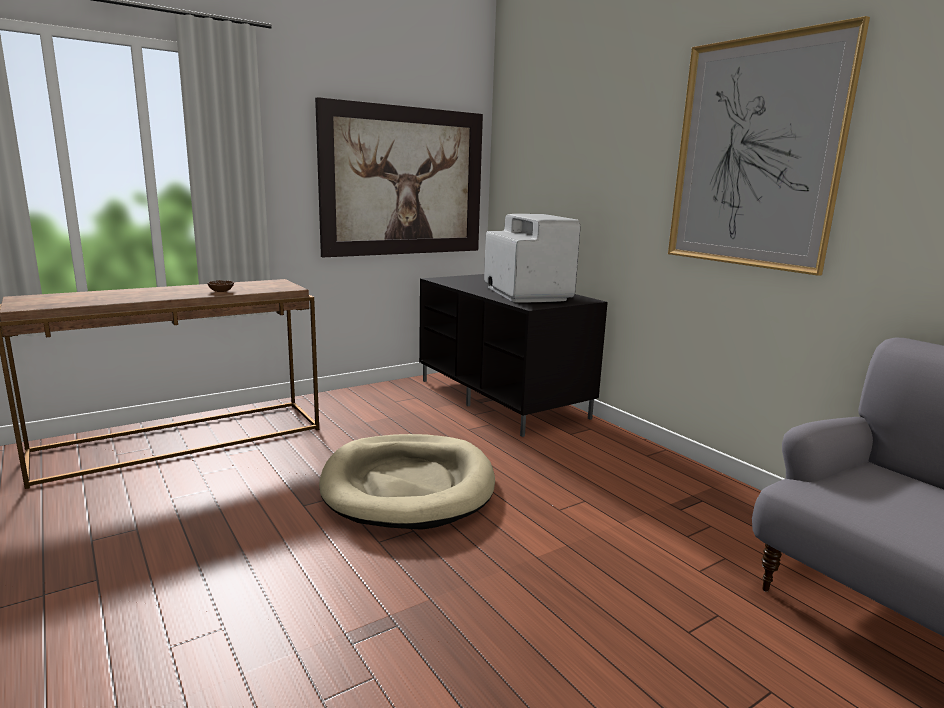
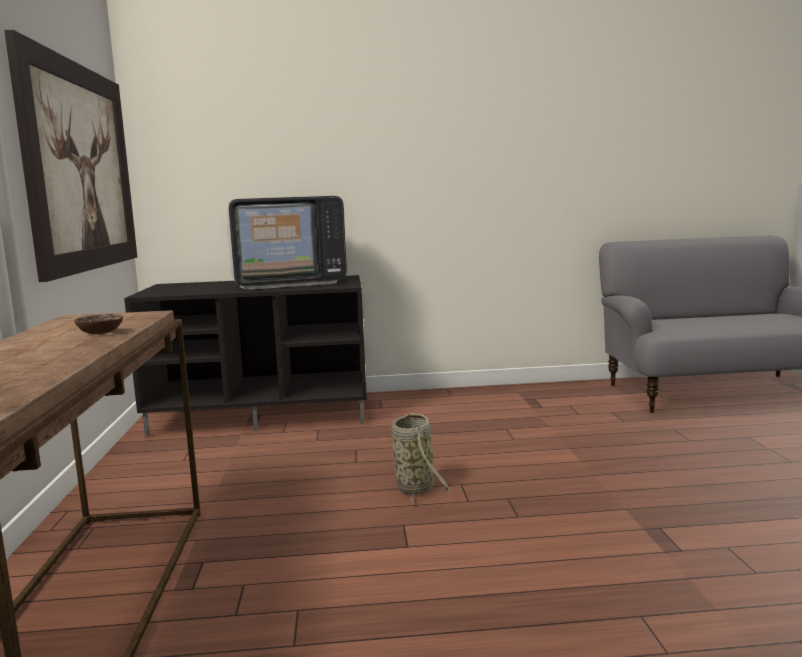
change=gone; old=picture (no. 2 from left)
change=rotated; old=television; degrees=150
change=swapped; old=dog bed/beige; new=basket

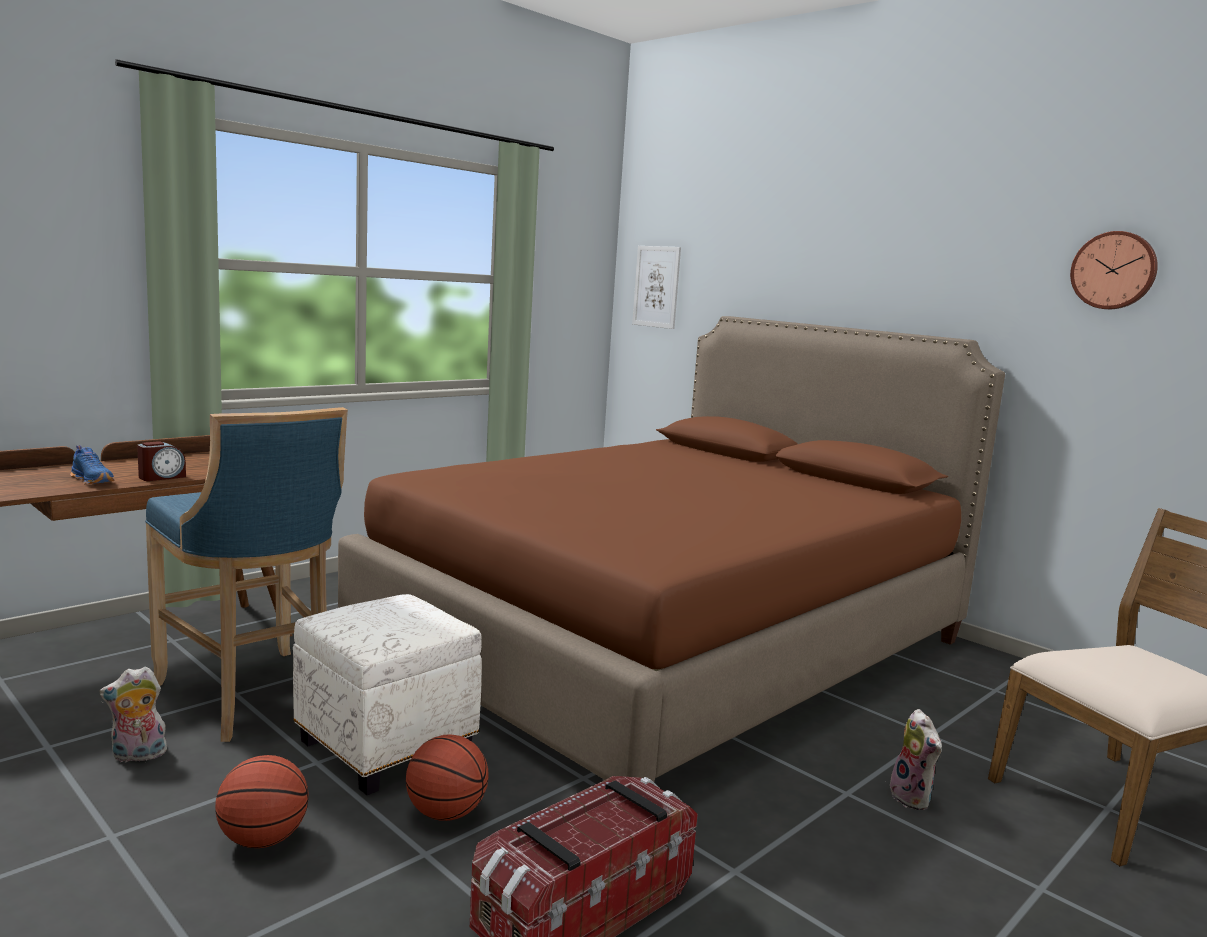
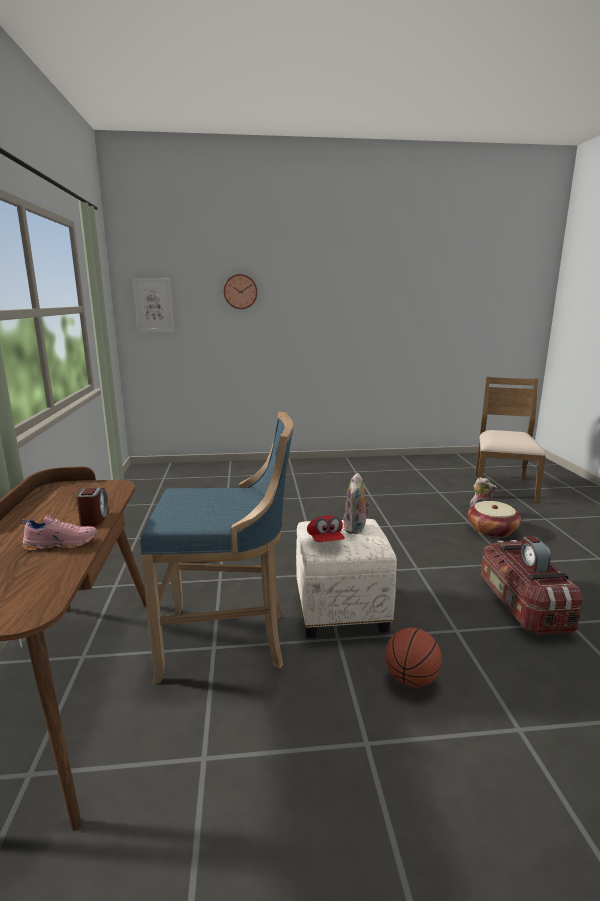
change=shifted; old=wall clock
change=gone; old=bed/brown
change=repainted; old=shoe/blue; new=shoe/pink
change=shifted; old=plush toy (no. 1 from left)
change=gone; old=basketball (no. 2 from left)
change=new; new=basket
change=new; new=cap/red
change=new; new=alarm clock (no. 2 from left)

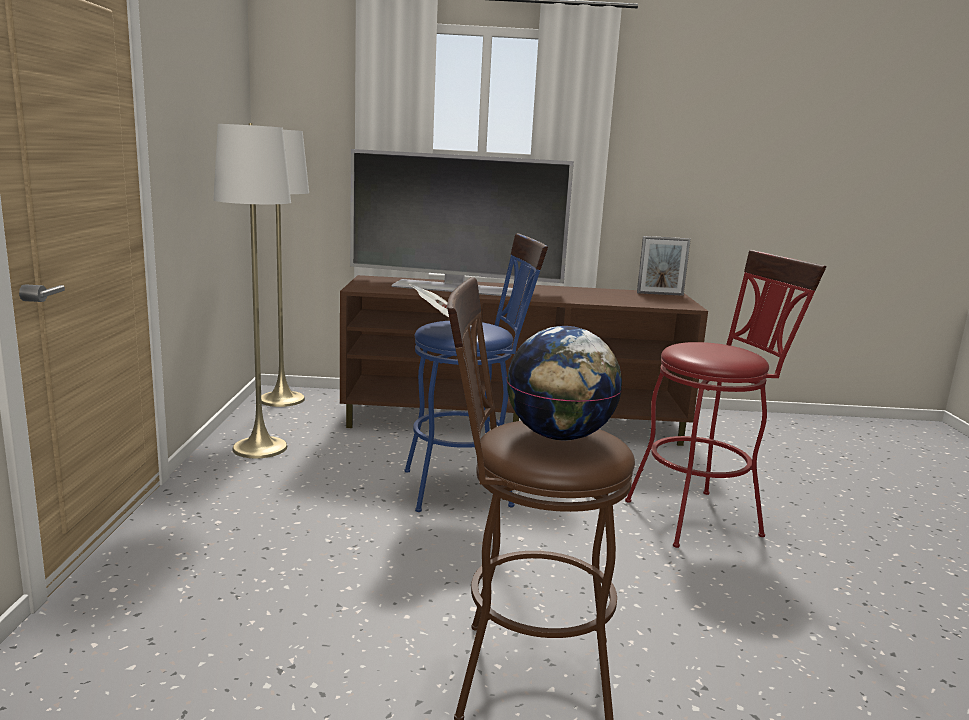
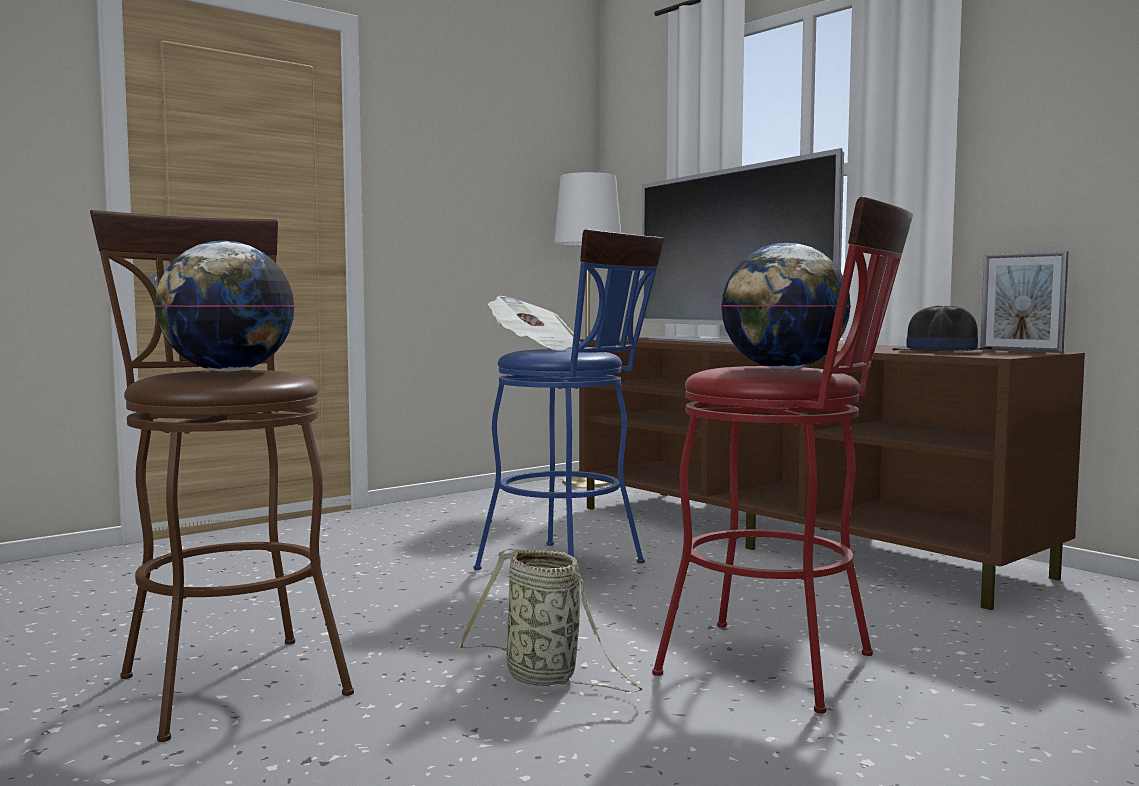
change=gone; old=floor lamp/white (no. 1 from left)
change=new; new=globe (no. 2 from left)
change=new; new=hat/black
change=new; new=basket

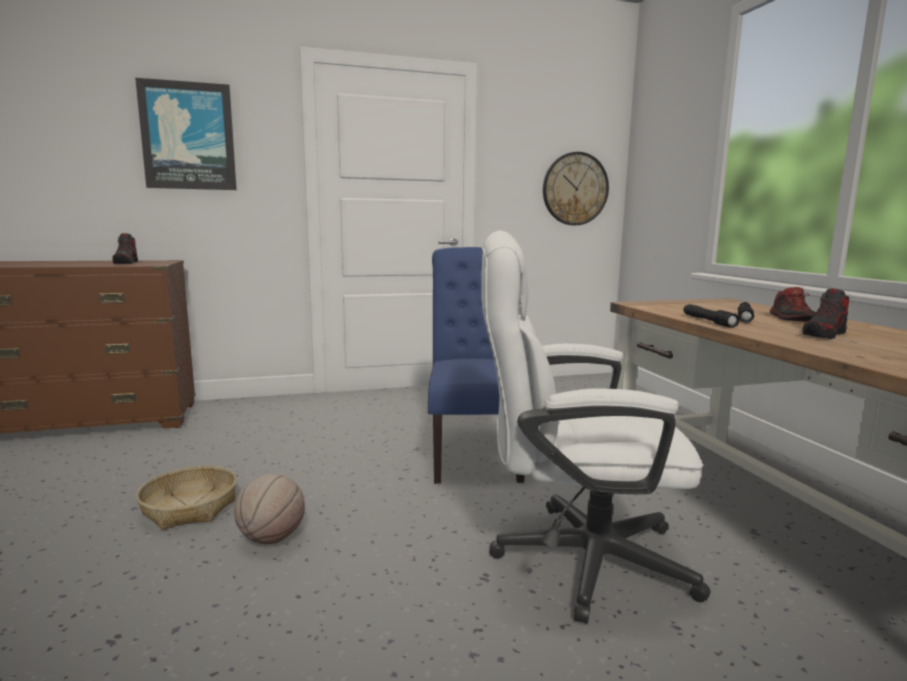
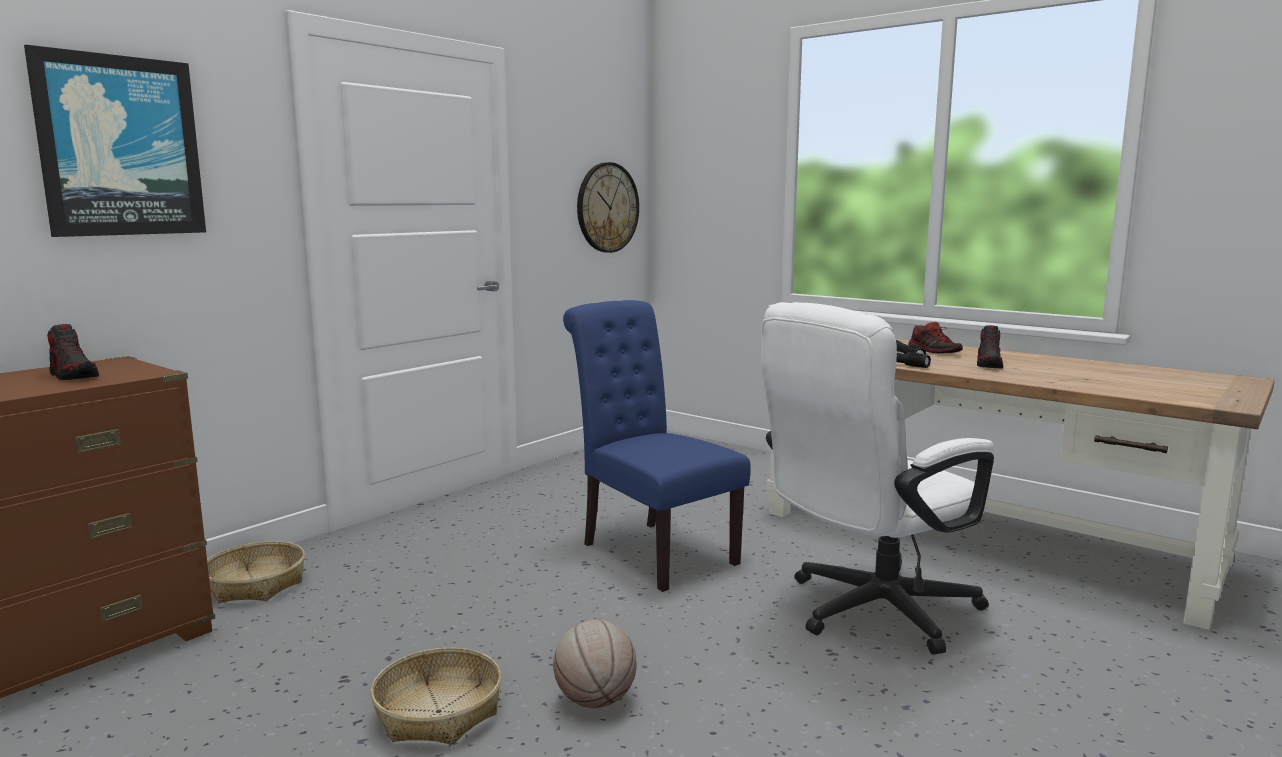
change=new; new=basket (no. 1 from left)

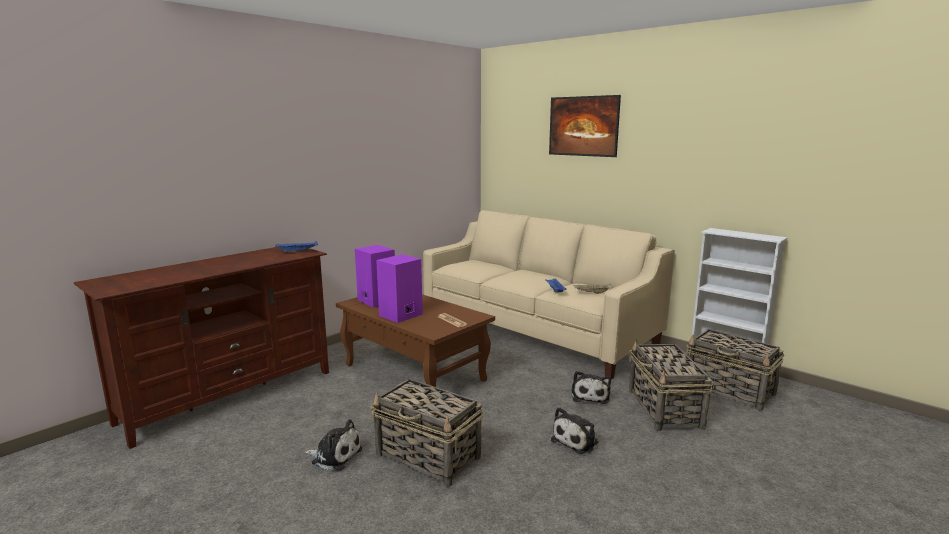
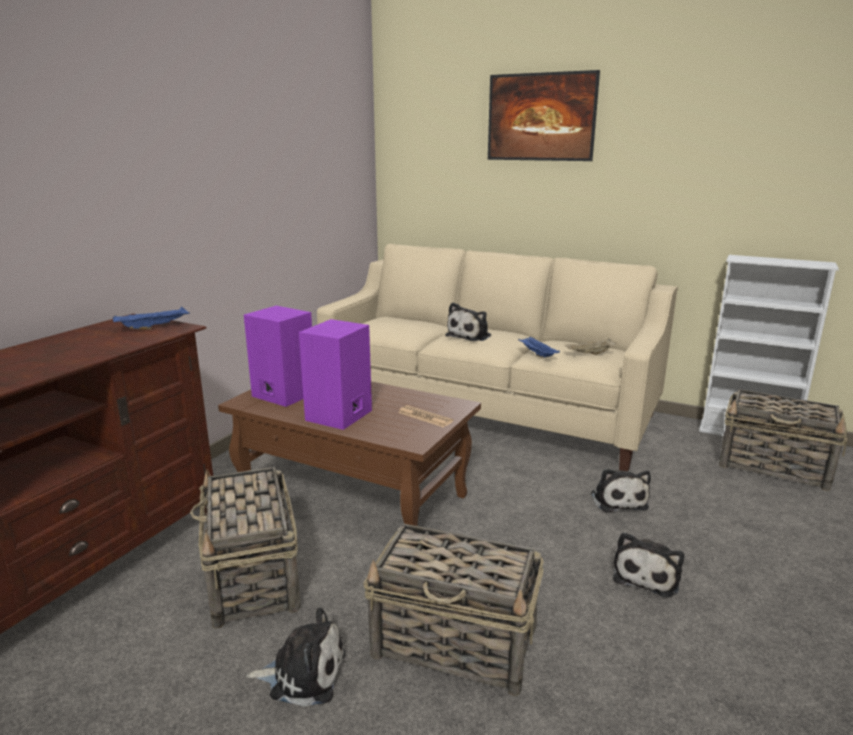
change=shifted; old=basket (no. 2 from left in the first image); new=basket (no. 1 from left)
change=new; new=plush toy (no. 2 from left)

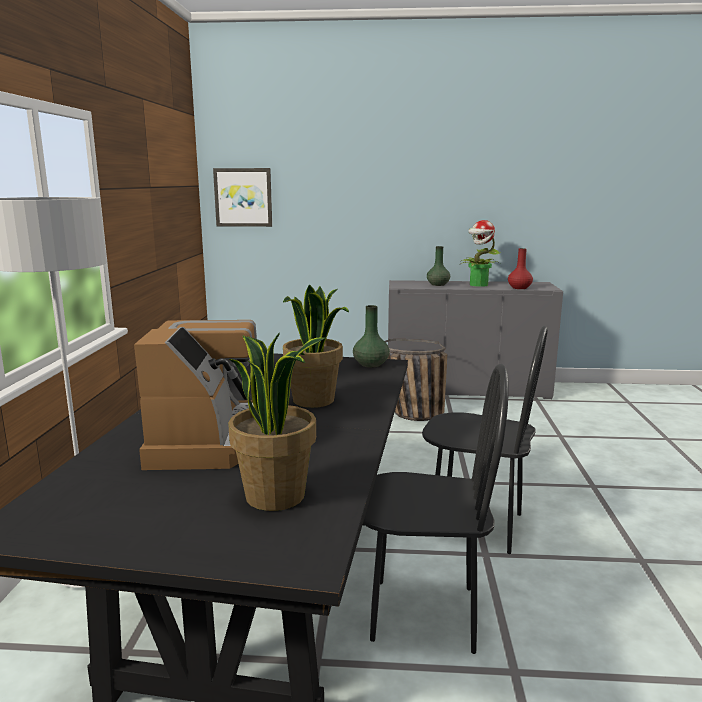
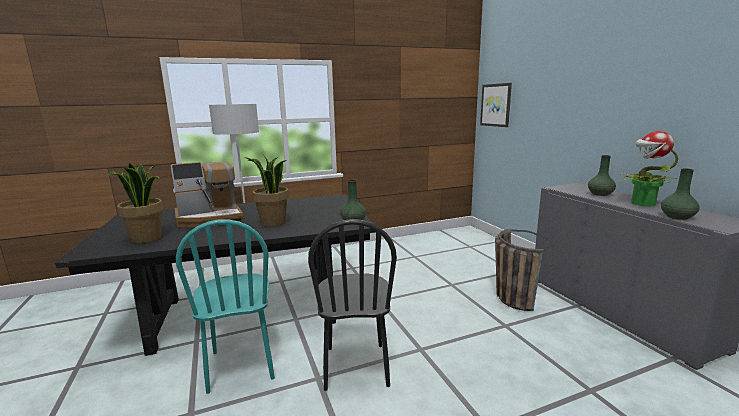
change=repainted; old=vase/red; new=vase/green (no. 3 from left)
change=repainted; old=chair/black (no. 1 from left); new=chair/turquoise

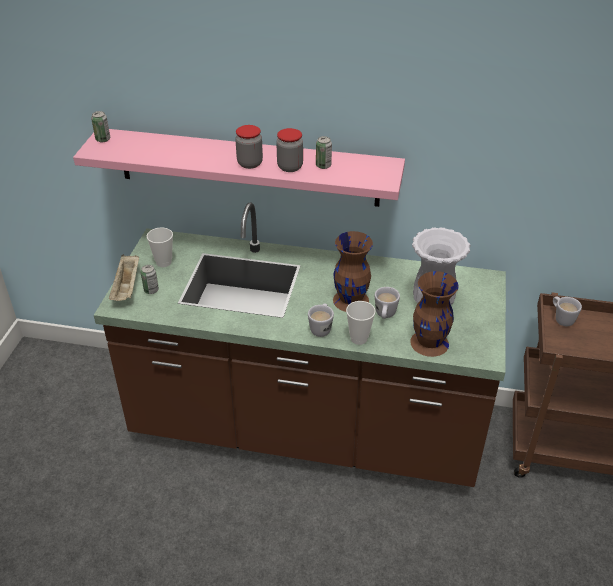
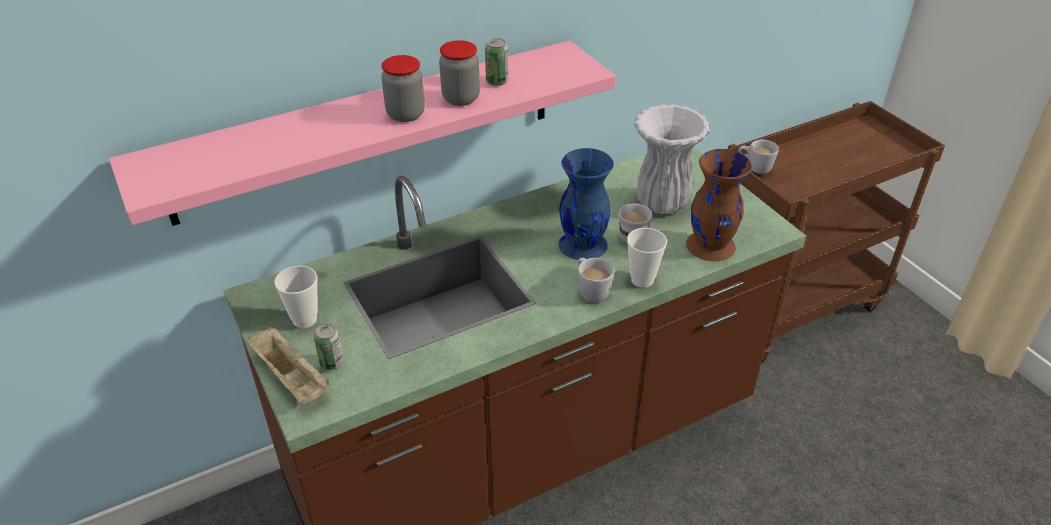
change=gone; old=can (no. 1 from left)
change=repainted; old=vase/brown (no. 1 from left); new=vase/blue

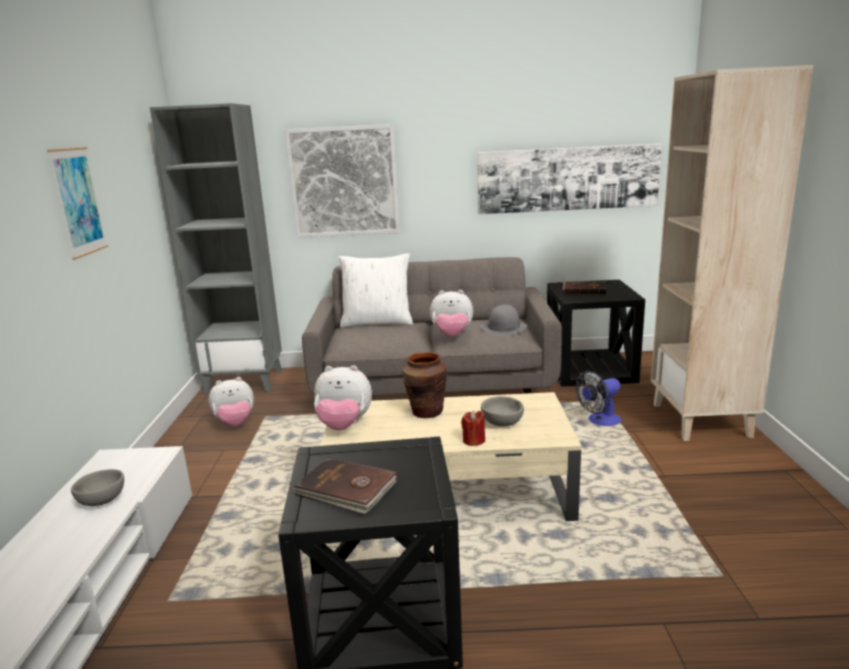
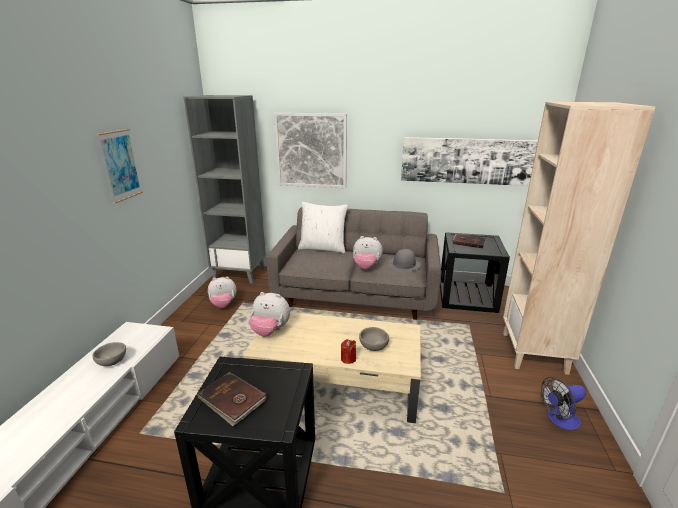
change=gone; old=vase/brown
change=shifted; old=fan

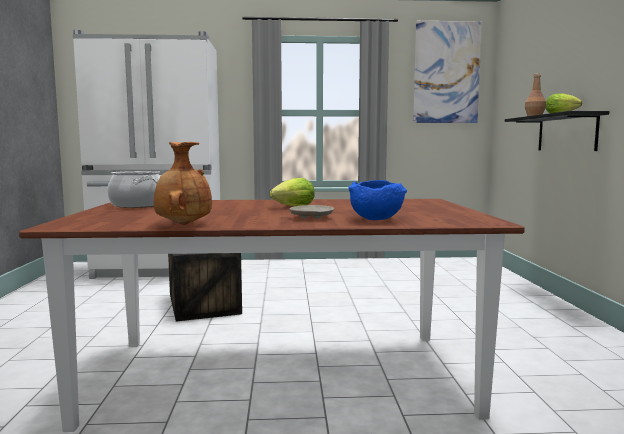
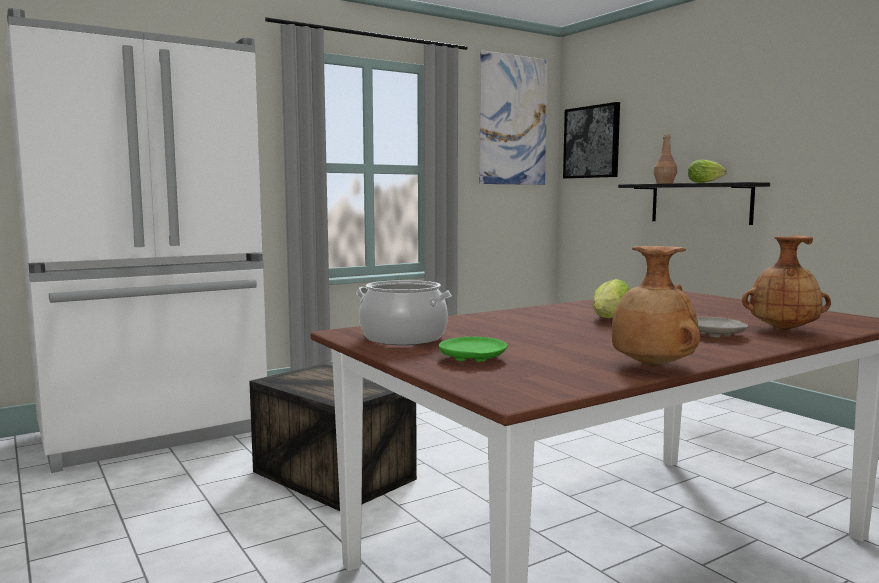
change=swapped; old=bowl/blue; new=vase/brown (no. 2 from left)
change=new; new=picture (no. 2 from left)
change=new; new=plate/green

